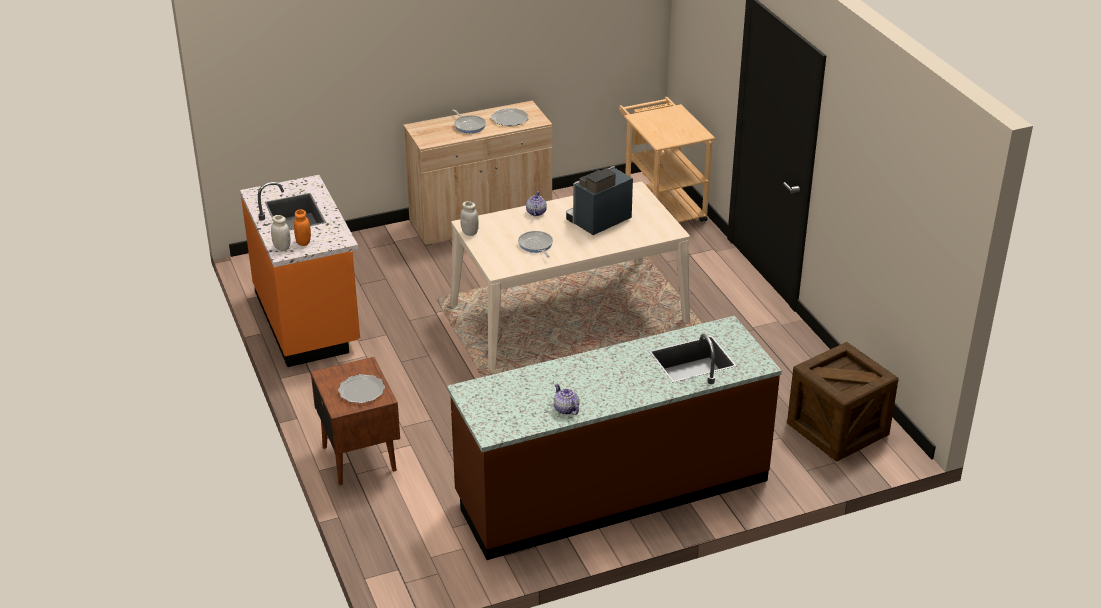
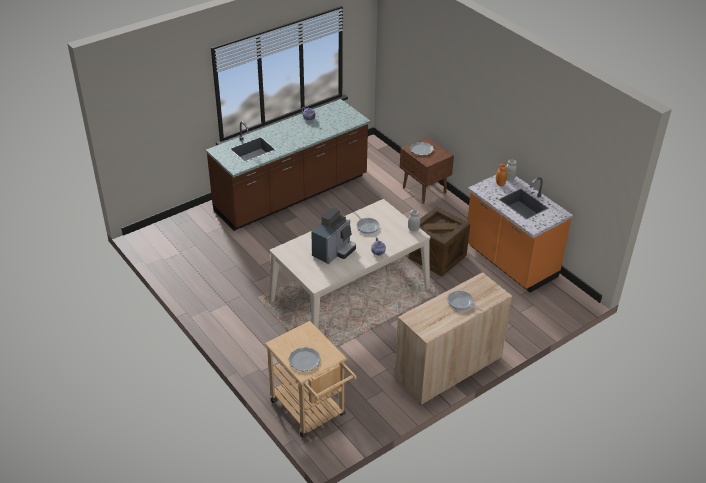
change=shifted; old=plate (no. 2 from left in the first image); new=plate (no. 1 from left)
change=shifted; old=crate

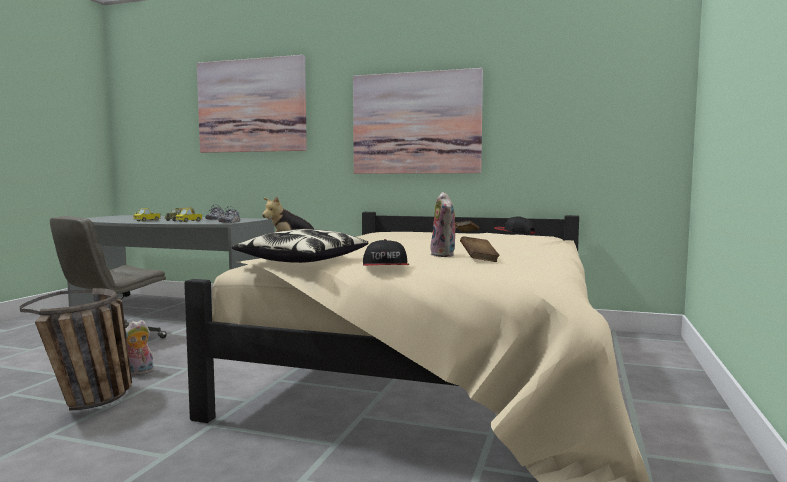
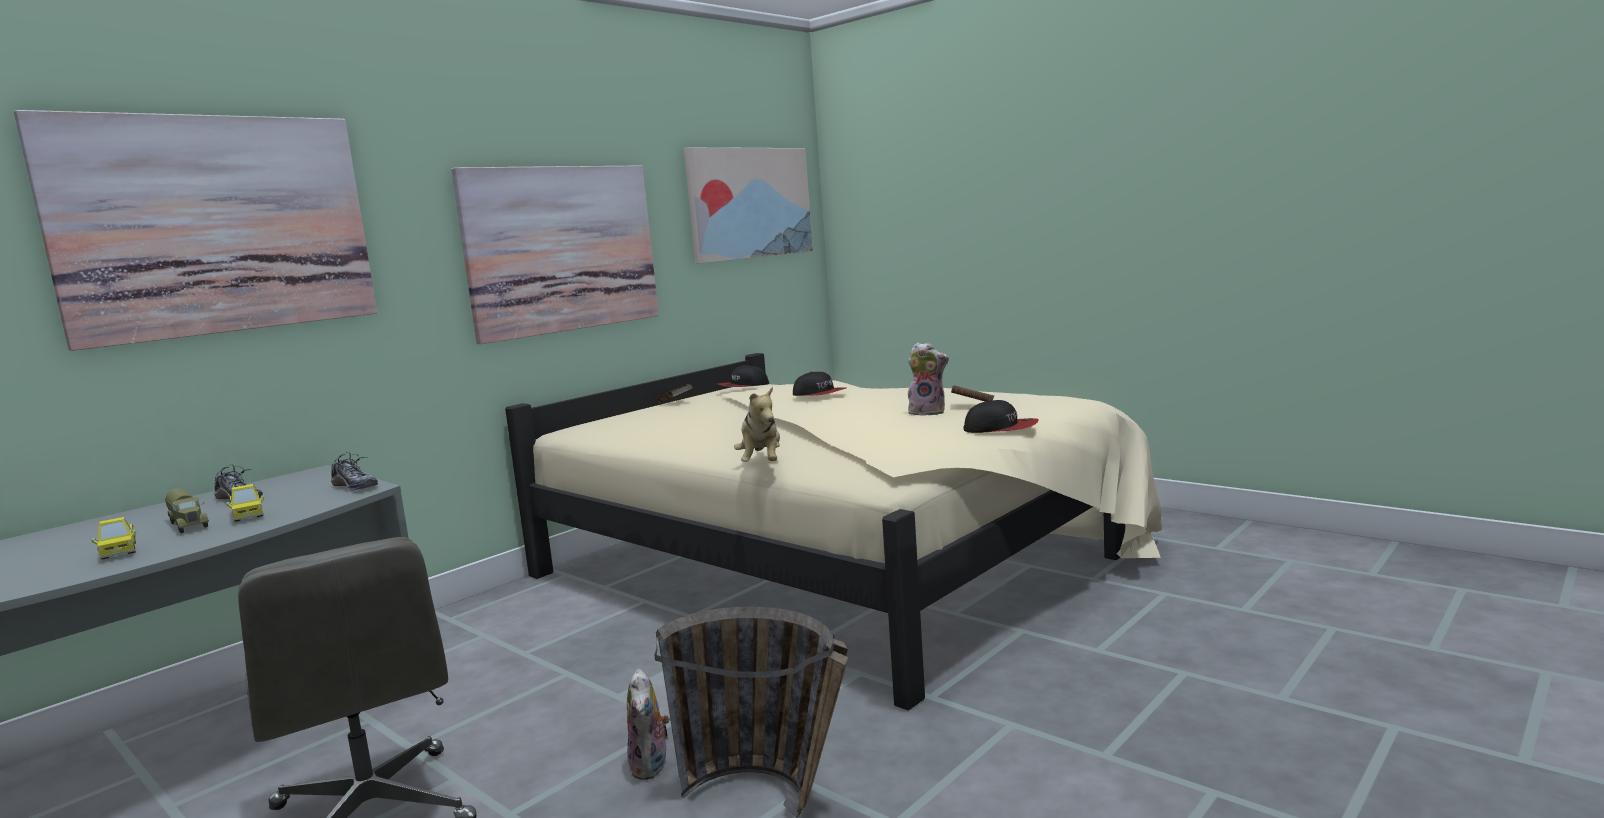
change=gone; old=pillow
change=new; new=picture (no. 3 from left)
change=new; new=cap (no. 2 from left)

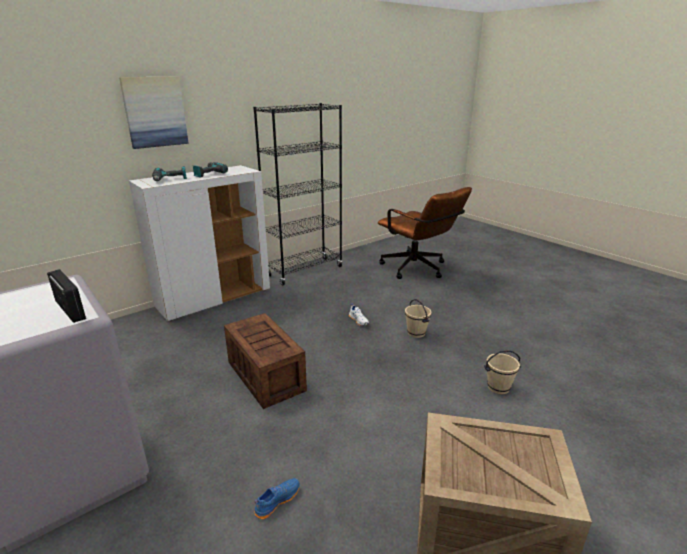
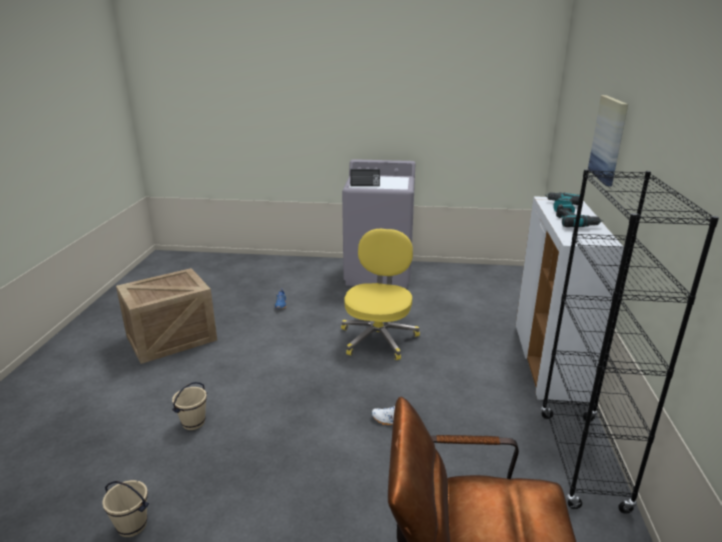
change=shifted; old=bucket/beige (no. 1 from left)
change=swapped; old=crate (no. 1 from left); new=office chair/yellow

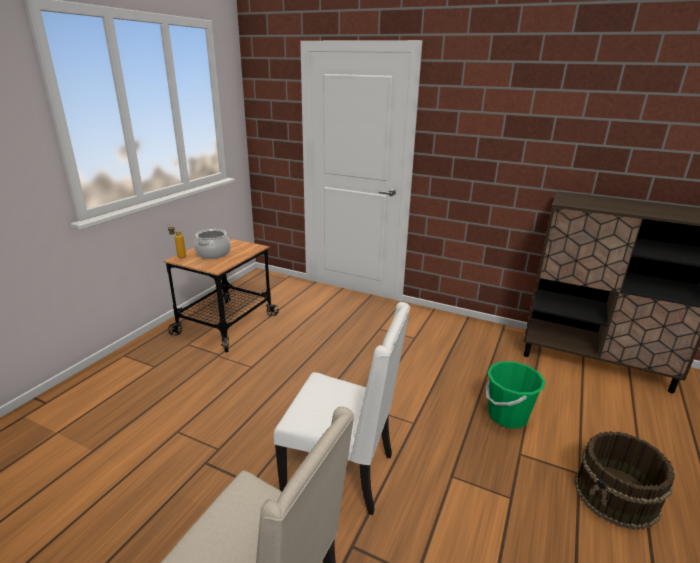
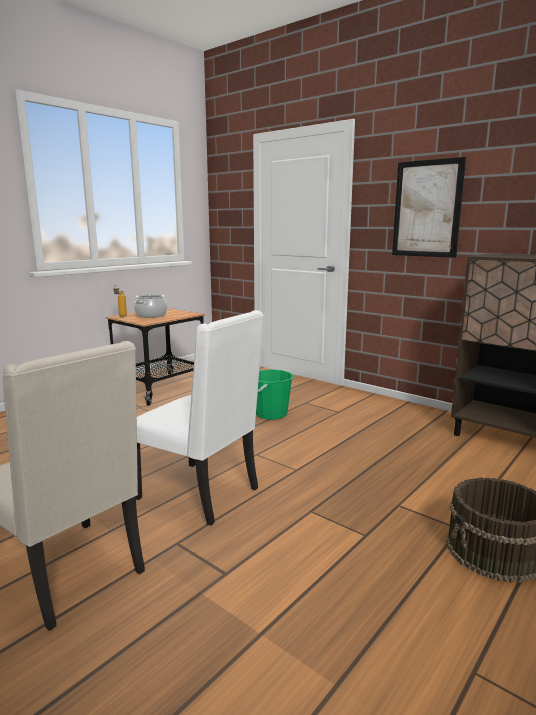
change=shifted; old=bucket/green
change=new; new=picture

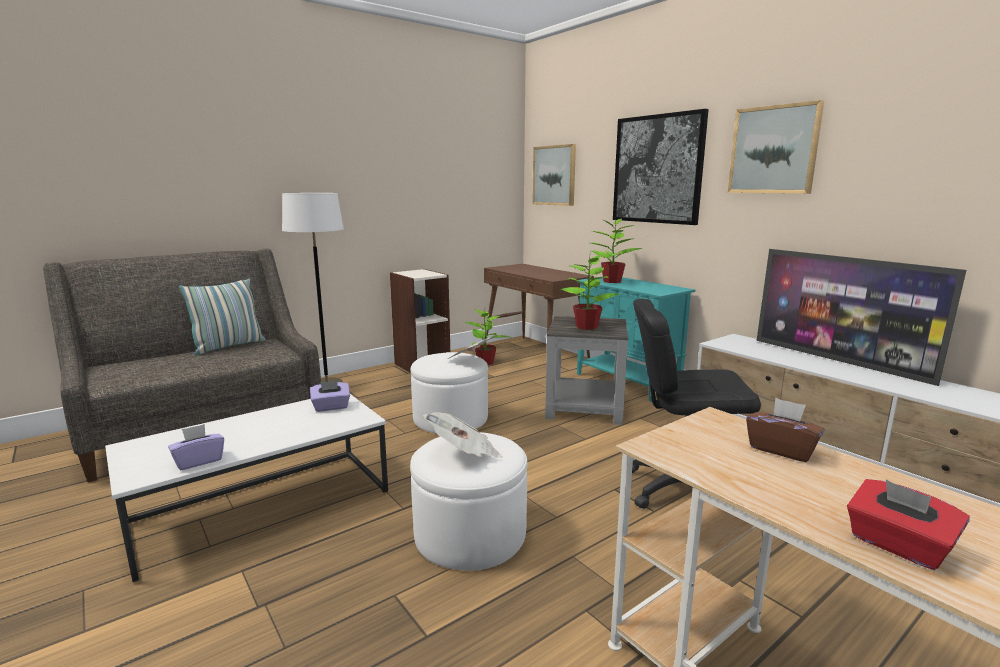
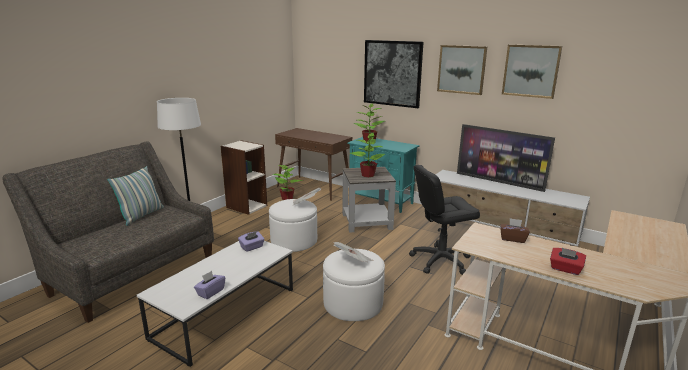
change=shifted; old=picture (no. 1 from left in the first image); new=picture (no. 3 from left)

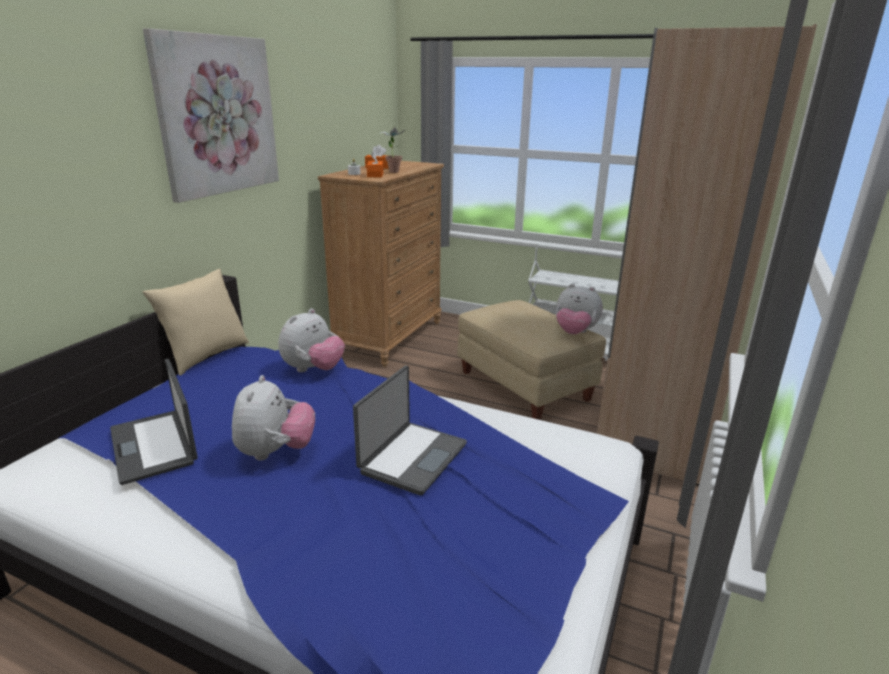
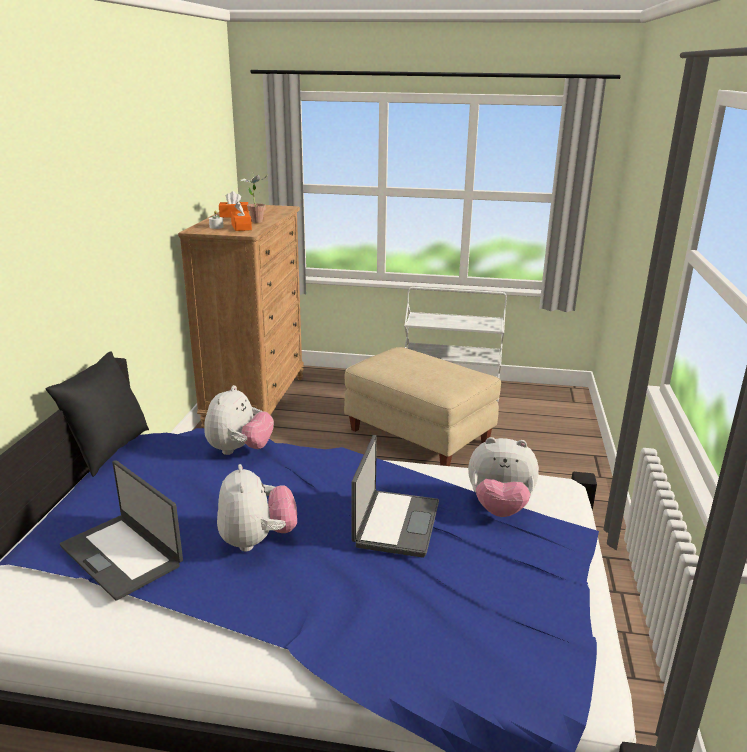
change=gone; old=wardrobe/beige
change=gone; old=picture
change=repainted; old=pillow/beige; new=pillow/black
change=shifted; old=plush toy (no. 3 from left)

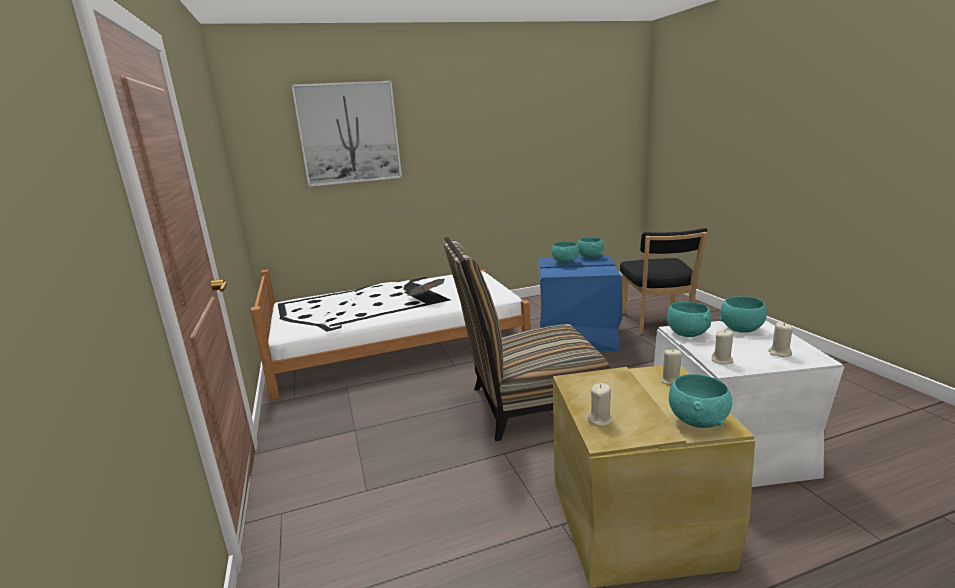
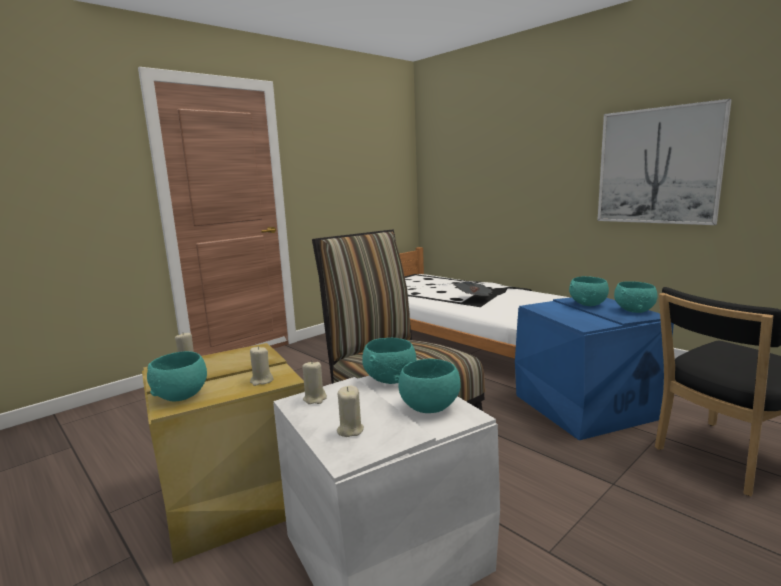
change=shifted; old=picture

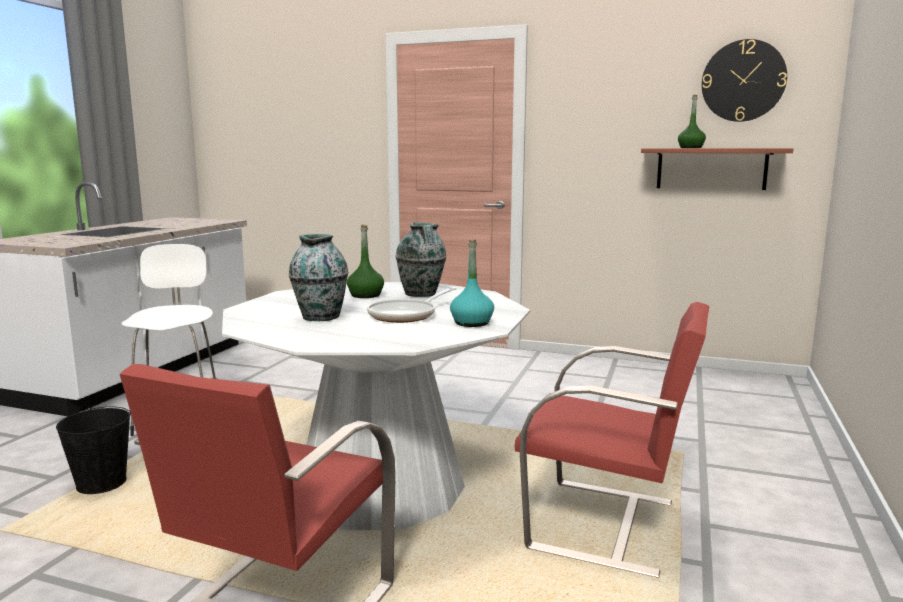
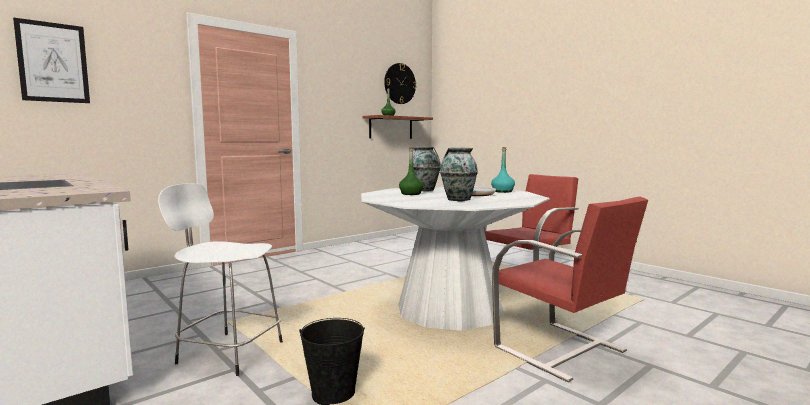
change=new; new=picture

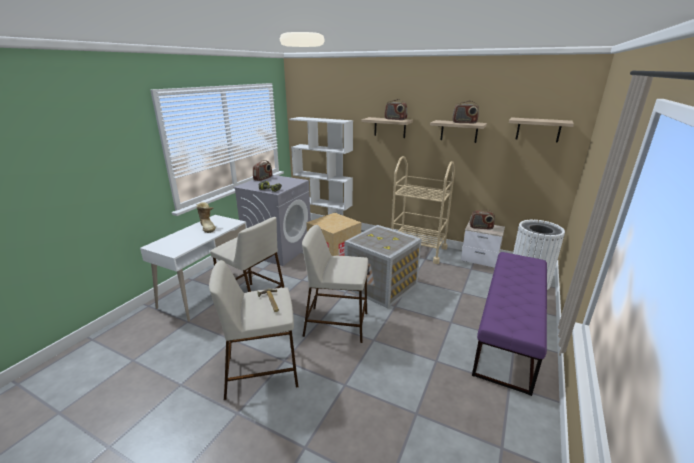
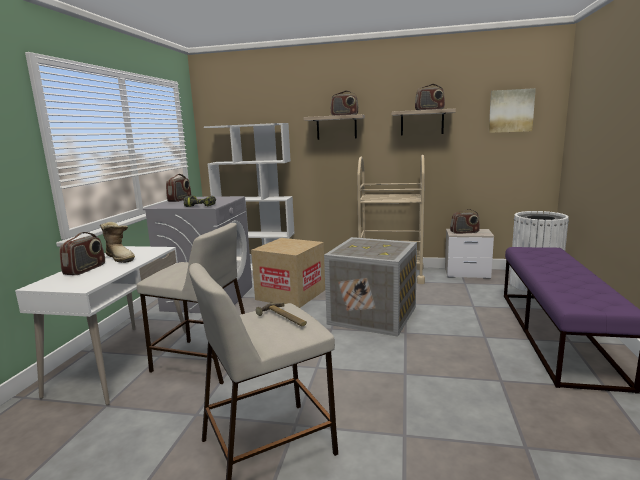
change=swapped; old=shelf (no. 3 from left); new=picture
change=gone; old=stool/beige (no. 3 from left)
change=new; new=radio (no. 1 from left)

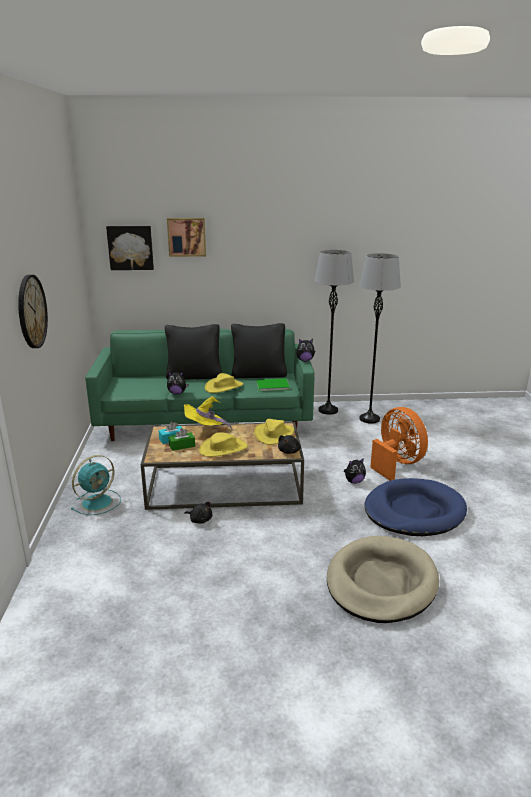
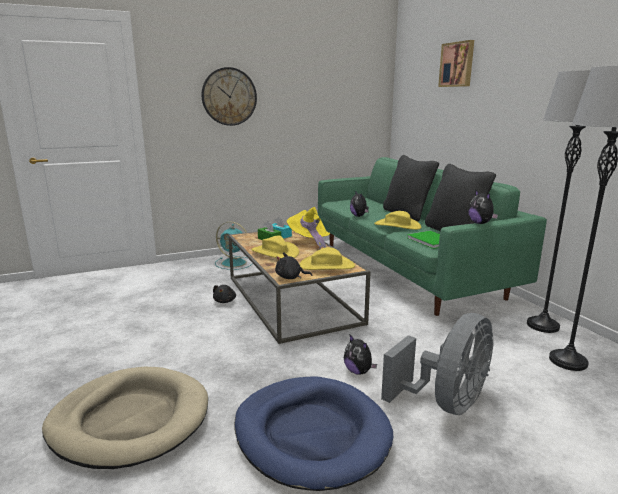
change=gone; old=picture (no. 1 from left)
change=repainted; old=fan/orange; new=fan/grey

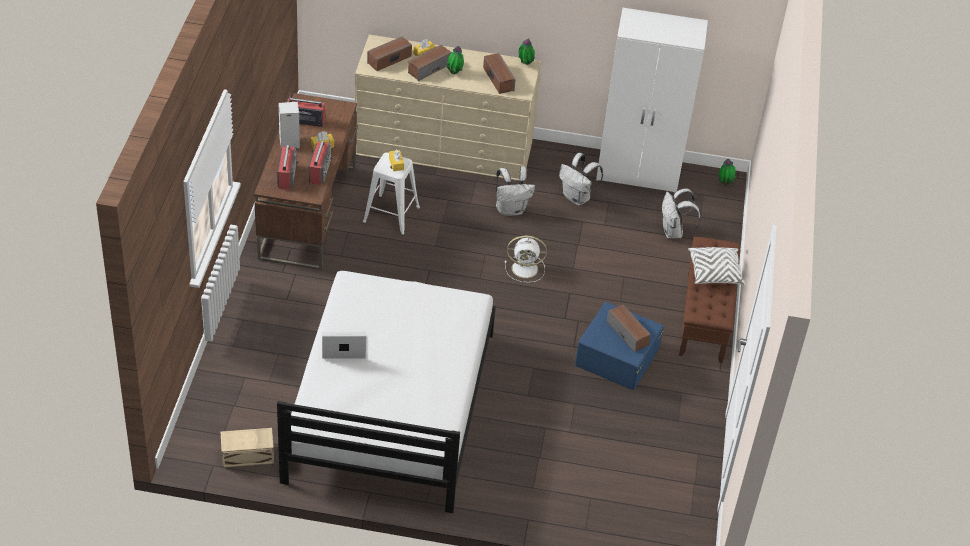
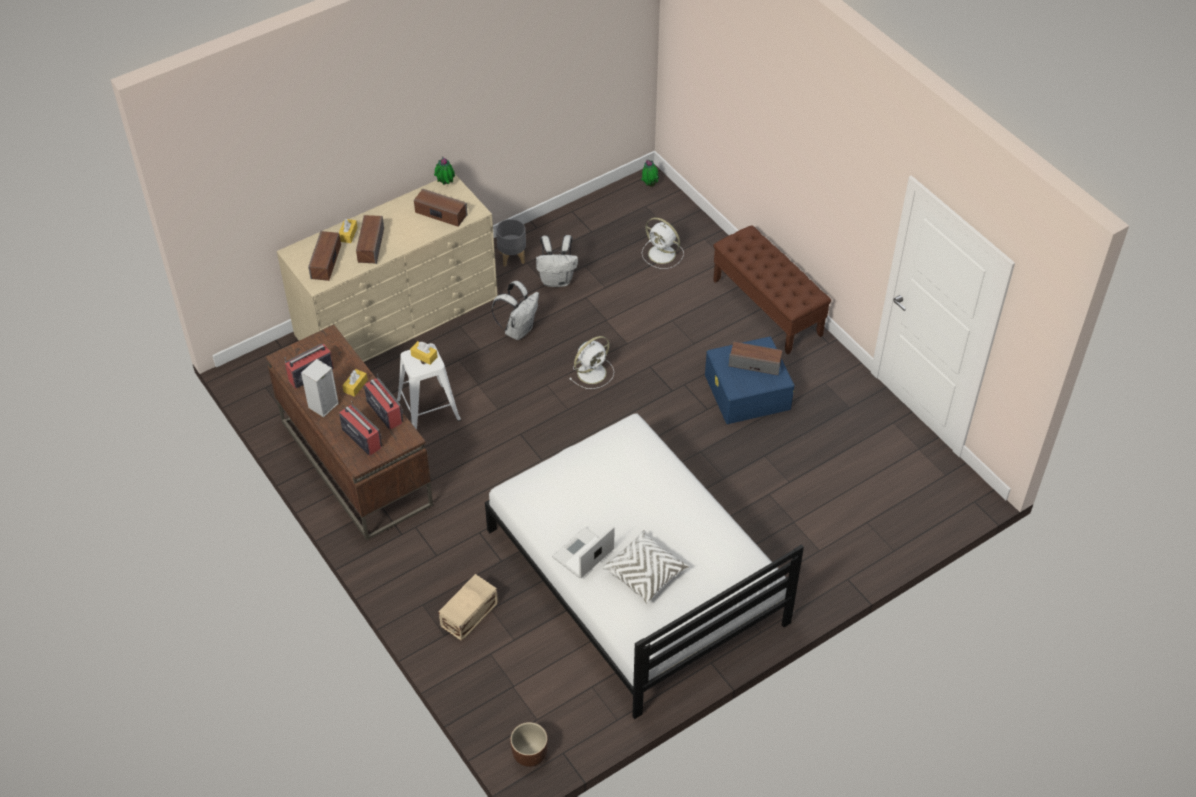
change=gone; old=wardrobe/white
change=gone; old=potted plant (no. 1 from left)
change=swapped; old=backpack/white (no. 3 from left); new=fan/white (no. 2 from left)
change=shifted; old=pillow/white
change=shifted; old=storage box/beige
change=new; new=planter/grey
change=new; new=planter/brown

